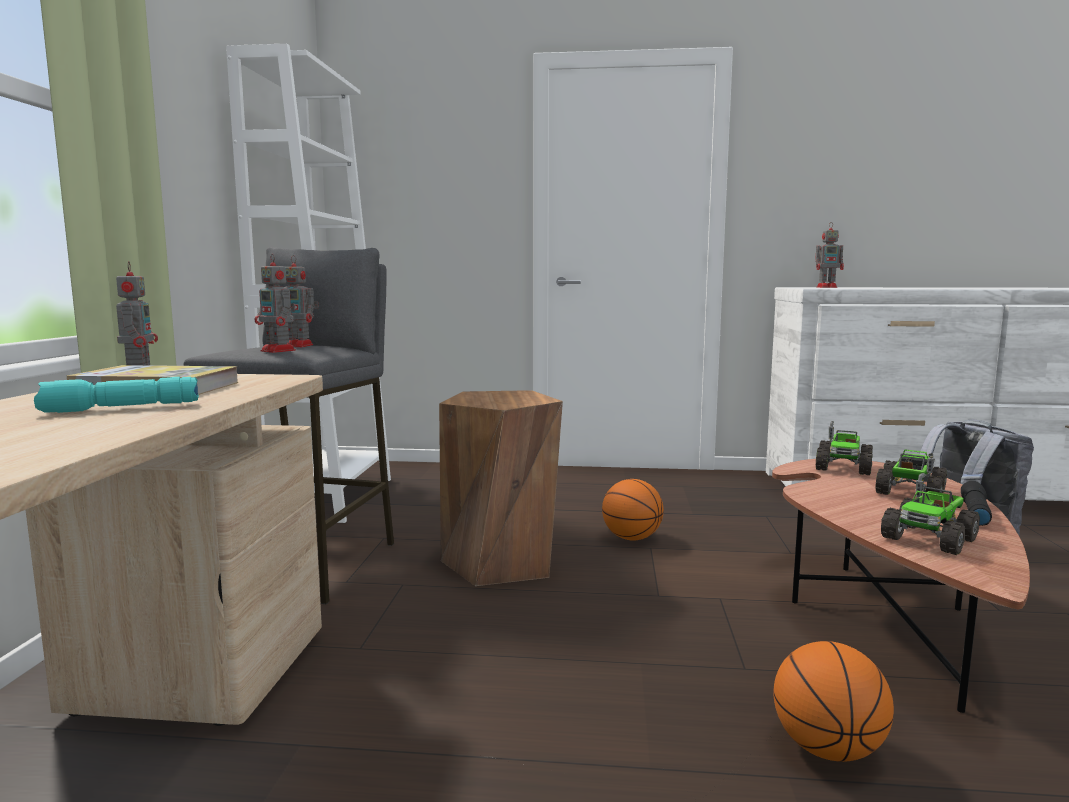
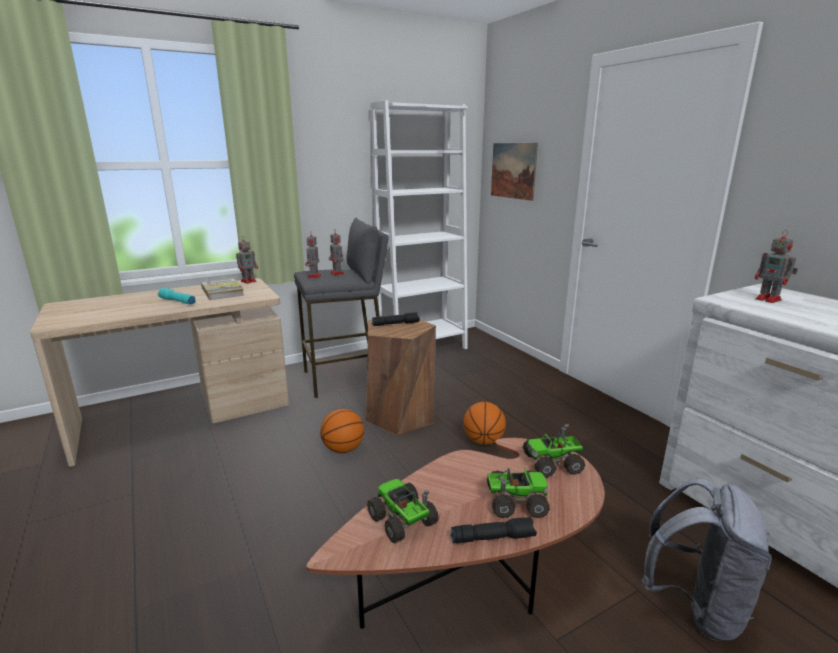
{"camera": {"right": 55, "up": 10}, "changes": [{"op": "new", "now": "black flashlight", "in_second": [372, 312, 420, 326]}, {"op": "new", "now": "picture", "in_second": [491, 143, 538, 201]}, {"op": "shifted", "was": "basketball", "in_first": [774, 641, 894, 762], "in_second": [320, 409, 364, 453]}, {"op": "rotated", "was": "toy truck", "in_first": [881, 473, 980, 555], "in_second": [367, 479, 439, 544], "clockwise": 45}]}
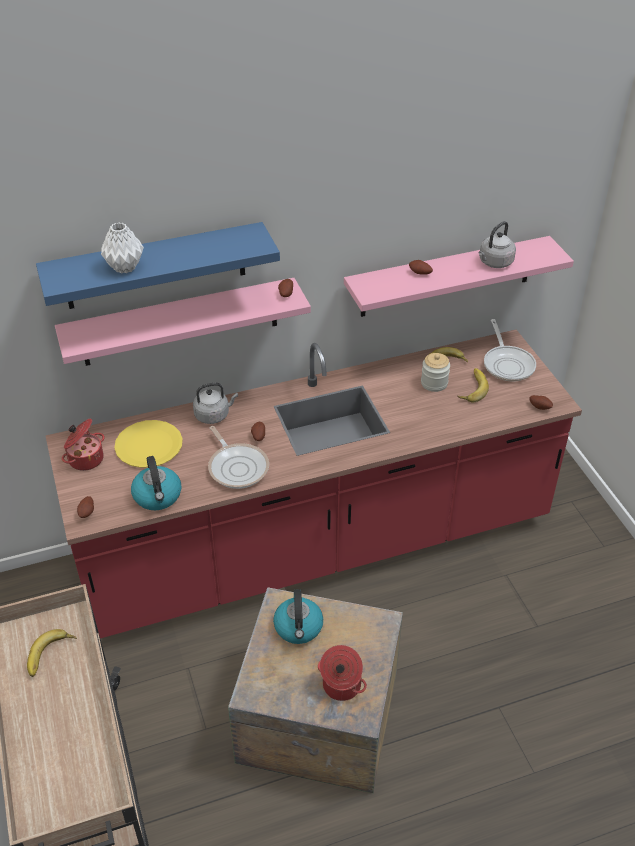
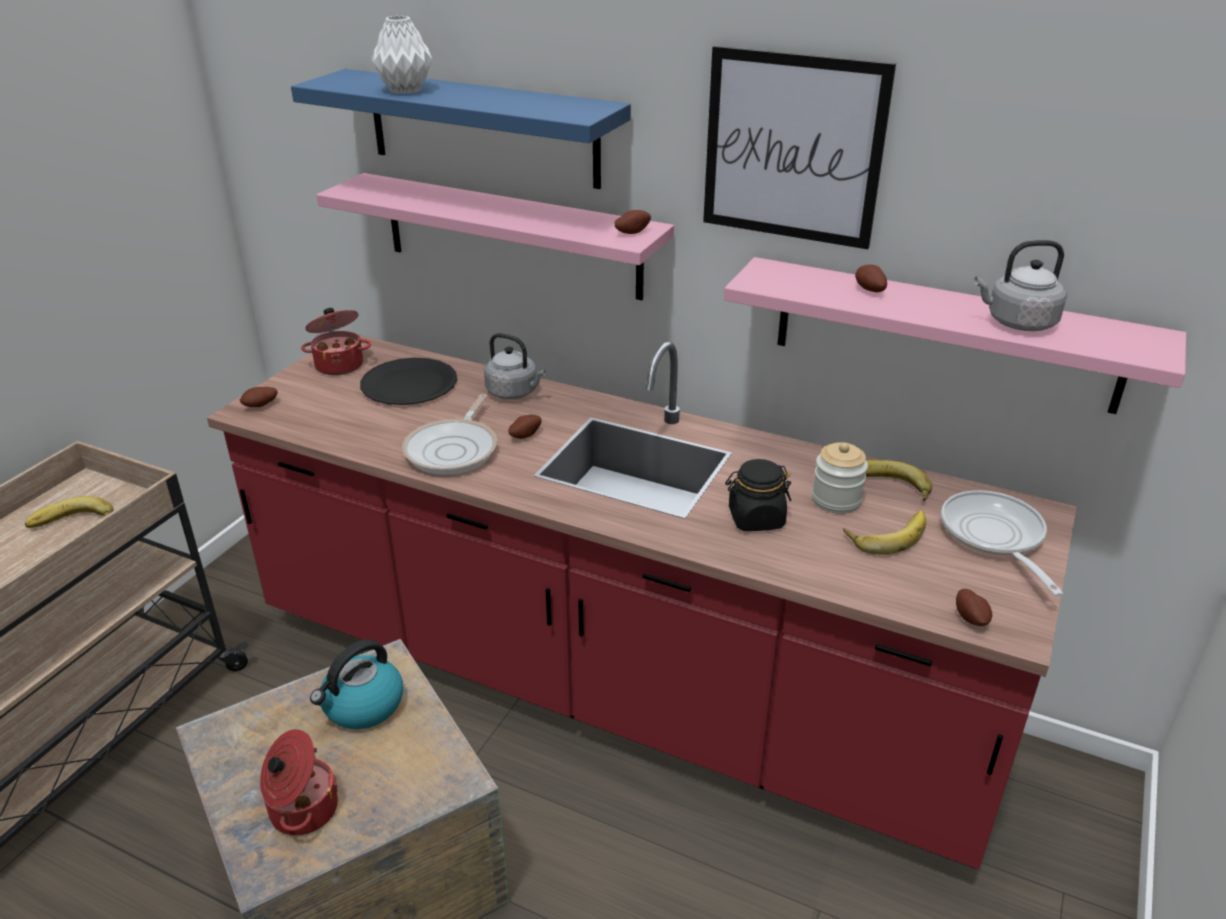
{"camera": {"right": 45, "up": -10}, "changes": [{"op": "gone", "was": "kettle", "in_first": [131, 456, 182, 510]}, {"op": "new", "now": "picture", "in_second": [703, 46, 896, 249]}, {"op": "new", "now": "black jar", "in_second": [725, 459, 791, 531]}, {"op": "repainted", "was": "yellow plate", "now": "black plate", "in_first": [114, 420, 183, 468], "in_second": [360, 358, 457, 405]}, {"op": "rotated", "was": "frying pan", "in_first": [484, 319, 536, 381], "in_second": [941, 490, 1064, 596], "clockwise": 135}]}
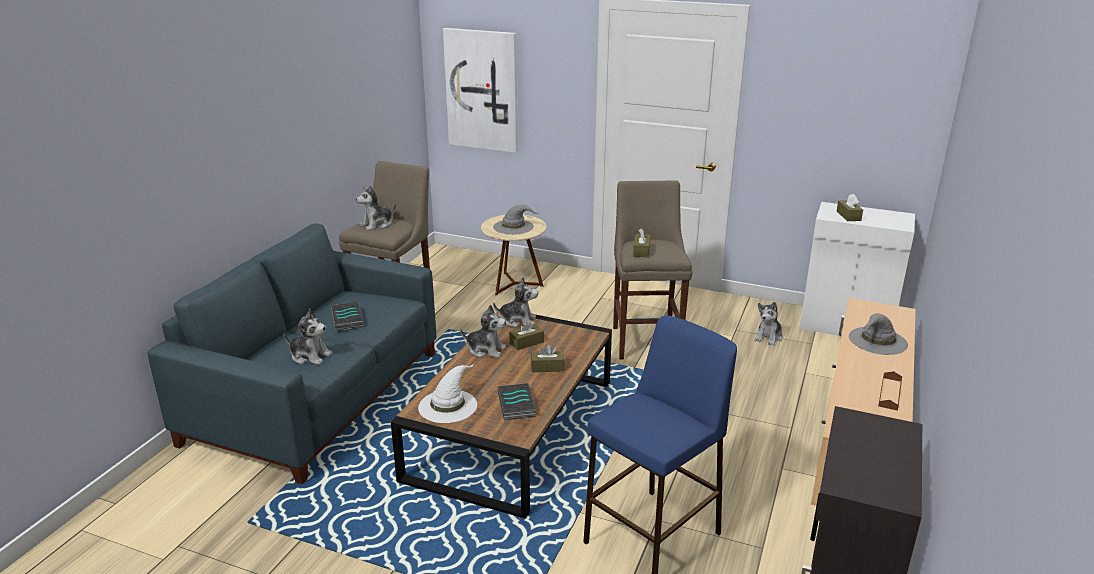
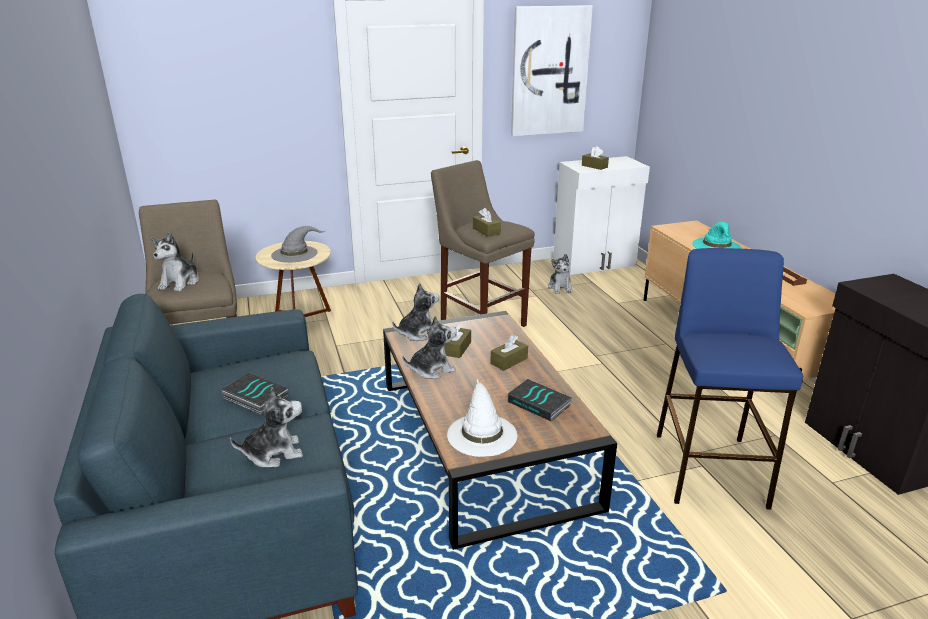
{"camera": {"right": -40, "up": 0}, "changes": [{"op": "shifted", "was": "picture", "in_first": [443, 28, 518, 153], "in_second": [511, 5, 593, 136]}, {"op": "repainted", "was": "grey hat", "now": "turquoise hat", "in_first": [849, 313, 908, 355], "in_second": [692, 222, 742, 249]}]}
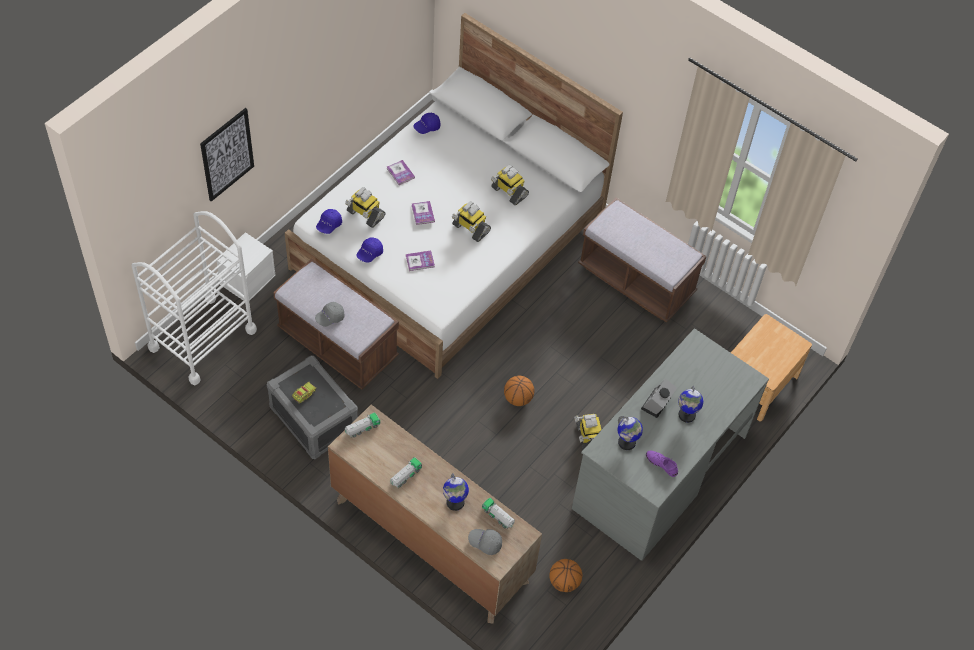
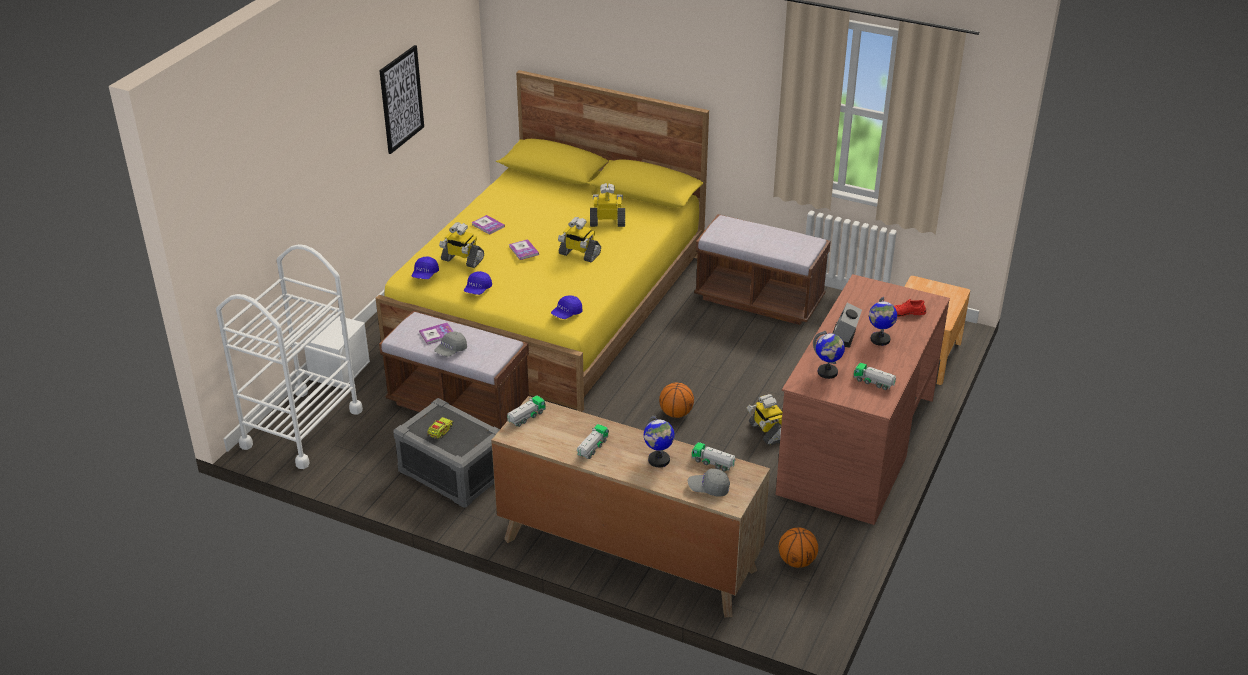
{"camera": {"right": -10, "up": -20}, "changes": [{"op": "new", "now": "red shoe", "in_second": [894, 299, 926, 317]}, {"op": "shifted", "was": "picture", "in_first": [200, 108, 254, 202], "in_second": [379, 45, 424, 154]}, {"op": "shifted", "was": "book", "in_first": [406, 251, 435, 271], "in_second": [419, 323, 454, 345]}, {"op": "shifted", "was": "blue cap", "in_first": [413, 113, 440, 134], "in_second": [551, 295, 582, 319]}, {"op": "swapped", "was": "purple shoe", "now": "toy truck", "in_first": [646, 451, 678, 477], "in_second": [854, 363, 896, 390]}, {"op": "repainted", "was": "white bed", "now": "yellow bed", "in_first": [285, 13, 623, 379], "in_second": [376, 70, 709, 412]}, {"op": "repainted", "was": "grey desk", "now": "brown desk", "in_first": [572, 328, 769, 561], "in_second": [776, 274, 950, 525]}, {"op": "rotated", "was": "toy robot", "in_first": [491, 165, 529, 205], "in_second": [590, 183, 625, 227], "clockwise": 150}]}
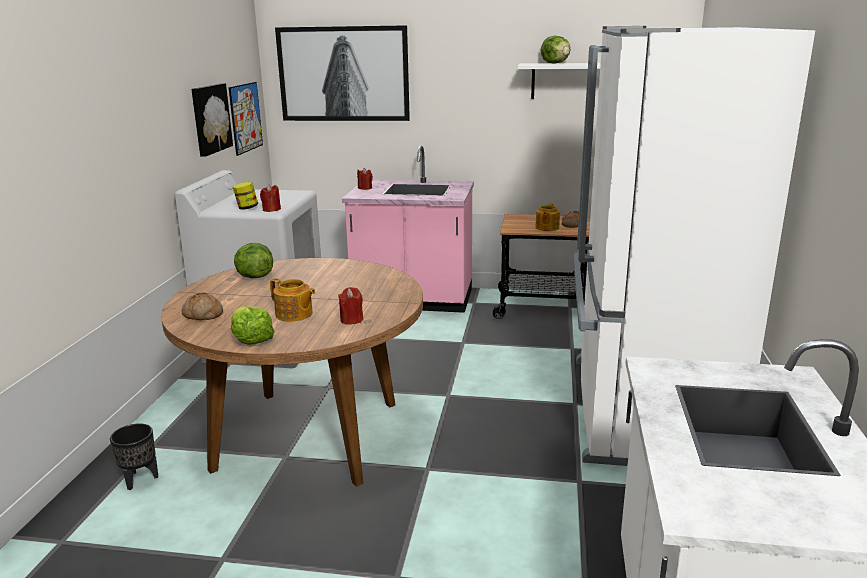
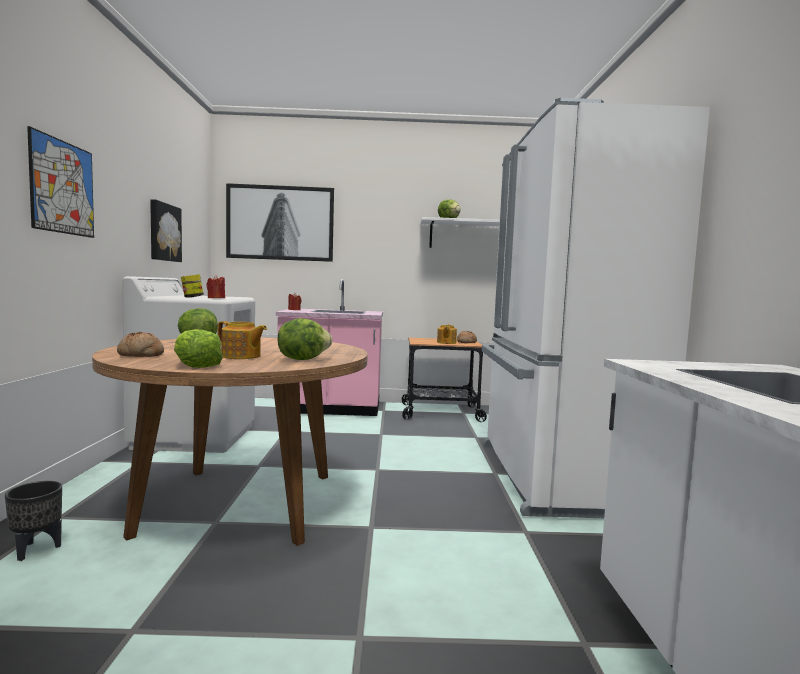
{"camera": {"right": -10, "up": -15}, "changes": [{"op": "shifted", "was": "picture", "in_first": [228, 82, 263, 156], "in_second": [27, 126, 94, 238]}, {"op": "swapped", "was": "red candle", "now": "lettuce", "in_first": [338, 287, 363, 325], "in_second": [277, 318, 332, 360]}]}
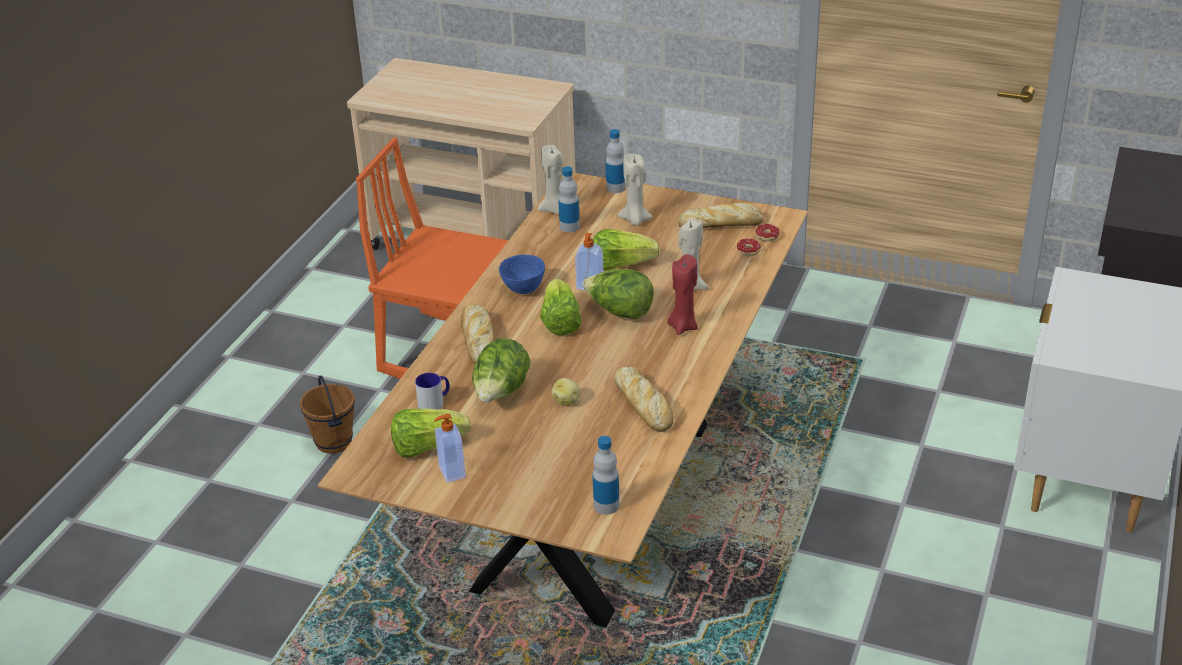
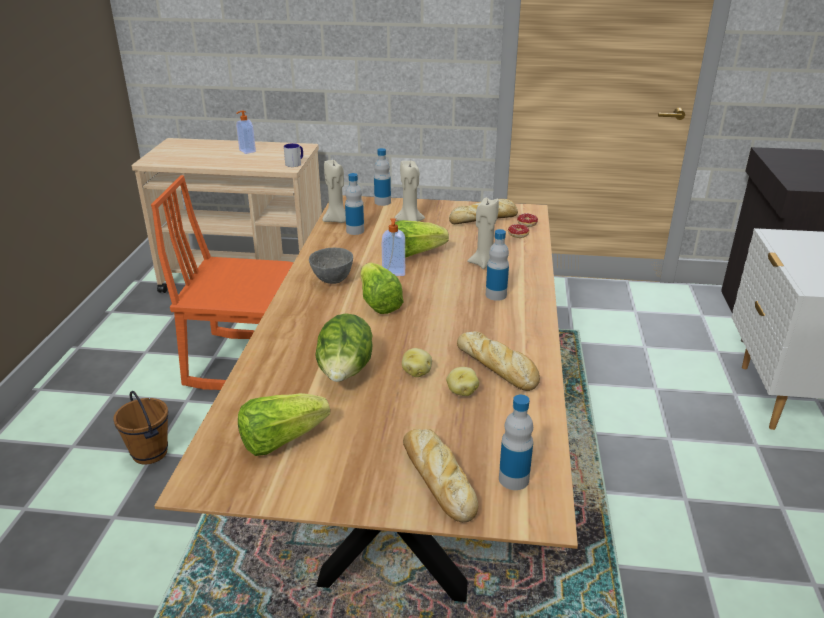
{"camera": {"right": -15, "up": -5}, "changes": [{"op": "gone", "was": "lettuce", "in_first": [583, 269, 653, 319]}, {"op": "new", "now": "potato", "in_second": [446, 367, 479, 396]}, {"op": "shifted", "was": "mug", "in_first": [415, 373, 449, 409], "in_second": [284, 143, 303, 167]}, {"op": "shifted", "was": "soap dispenser", "in_first": [434, 414, 466, 483], "in_second": [236, 111, 256, 154]}, {"op": "shifted", "was": "bread", "in_first": [461, 304, 494, 364], "in_second": [403, 429, 478, 522]}, {"op": "swapped", "was": "red candle", "now": "bottle", "in_first": [667, 254, 698, 335], "in_second": [486, 229, 509, 301]}, {"op": "repainted", "was": "blue bowl", "now": "grey bowl", "in_first": [499, 254, 545, 294], "in_second": [309, 248, 353, 284]}]}
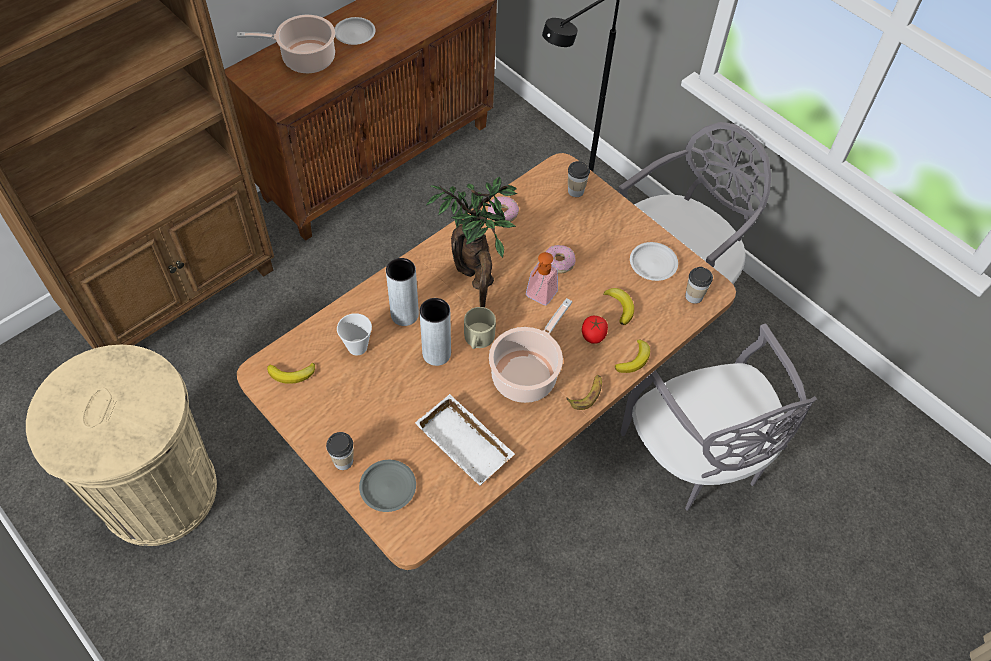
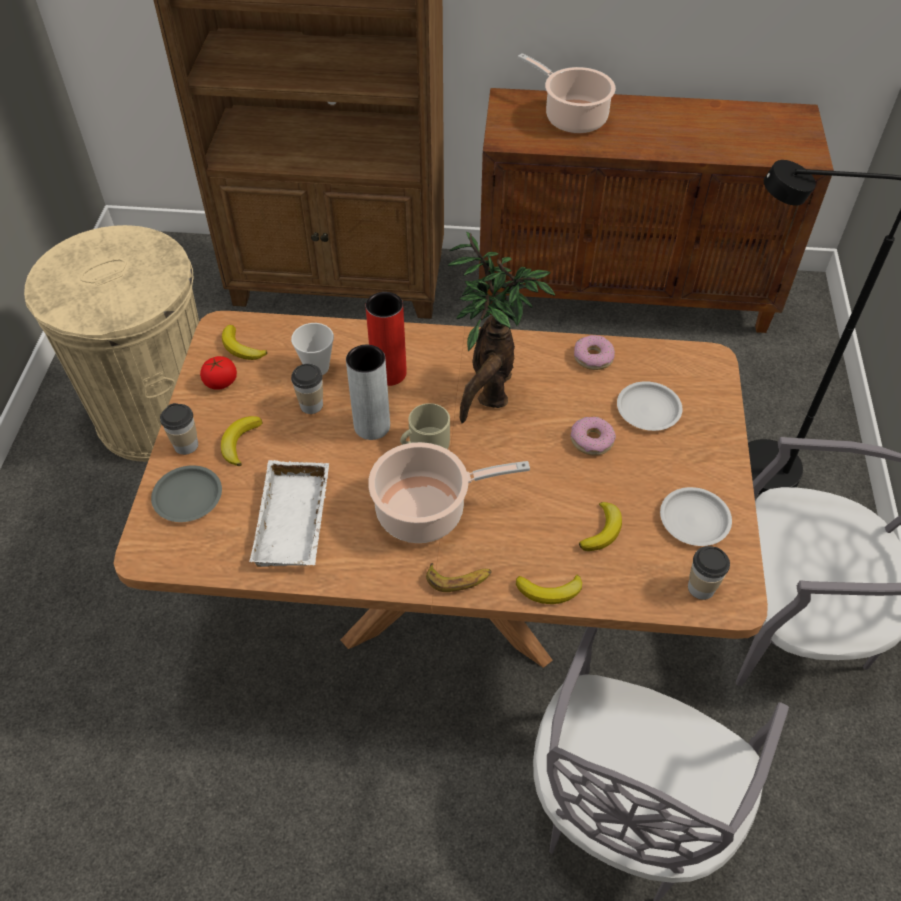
{"camera": {"right": 50, "up": -5}, "changes": [{"op": "gone", "was": "soap dispenser", "in_first": [526, 252, 558, 305]}, {"op": "new", "now": "banana", "in_second": [221, 416, 262, 466]}, {"op": "shifted", "was": "white plate", "in_first": [334, 17, 376, 45], "in_second": [617, 381, 683, 431]}, {"op": "shifted", "was": "cup", "in_first": [568, 161, 590, 197], "in_second": [291, 364, 323, 414]}, {"op": "shifted", "was": "tomato", "in_first": [582, 316, 608, 344], "in_second": [200, 356, 237, 390]}, {"op": "repainted", "was": "grey vase", "now": "red vase", "in_first": [386, 258, 419, 326], "in_second": [366, 292, 407, 386]}]}
